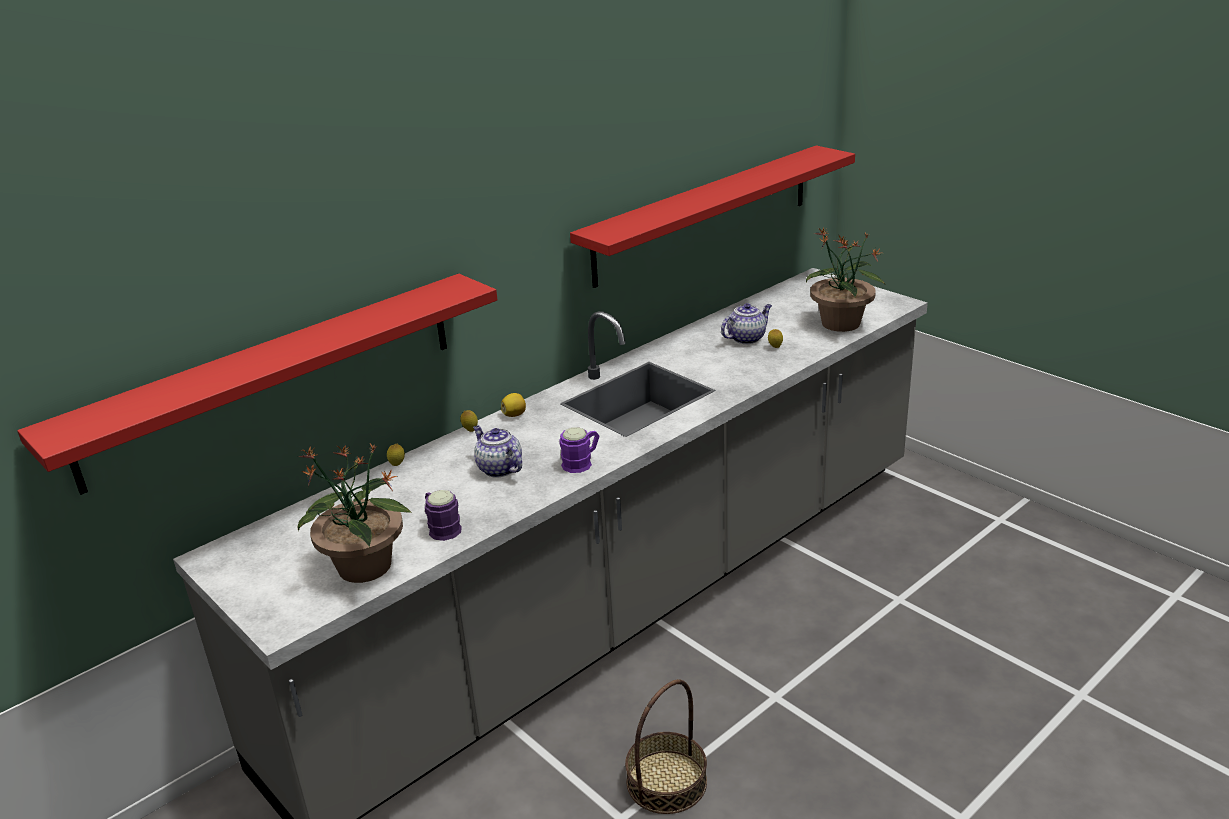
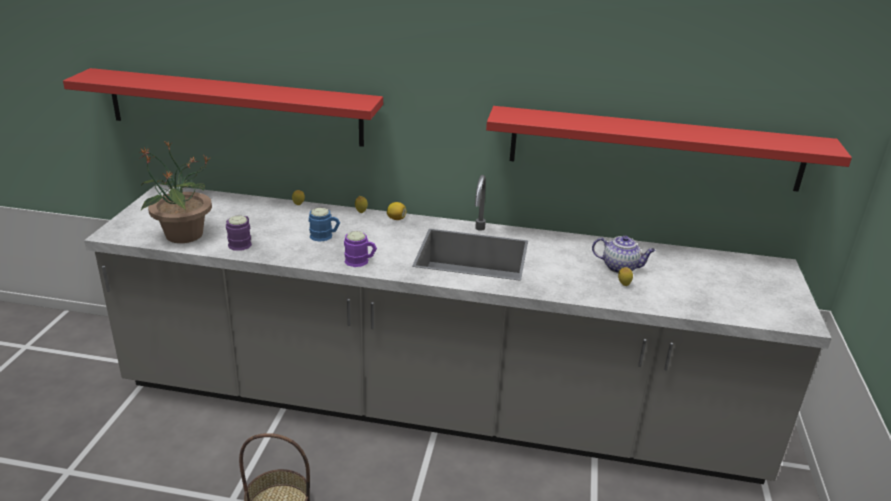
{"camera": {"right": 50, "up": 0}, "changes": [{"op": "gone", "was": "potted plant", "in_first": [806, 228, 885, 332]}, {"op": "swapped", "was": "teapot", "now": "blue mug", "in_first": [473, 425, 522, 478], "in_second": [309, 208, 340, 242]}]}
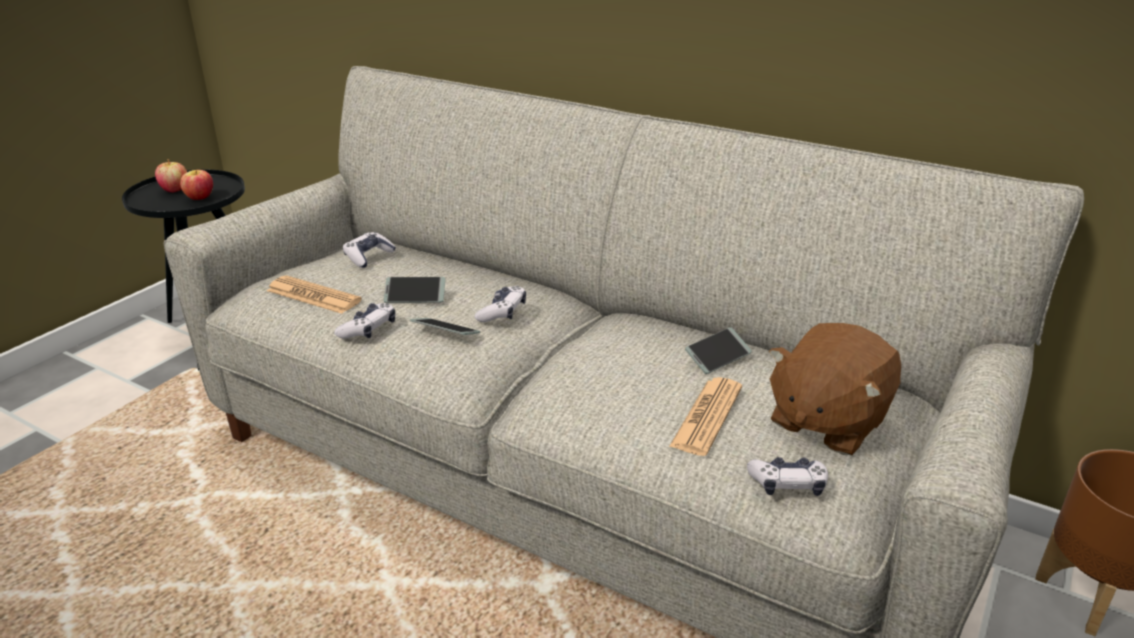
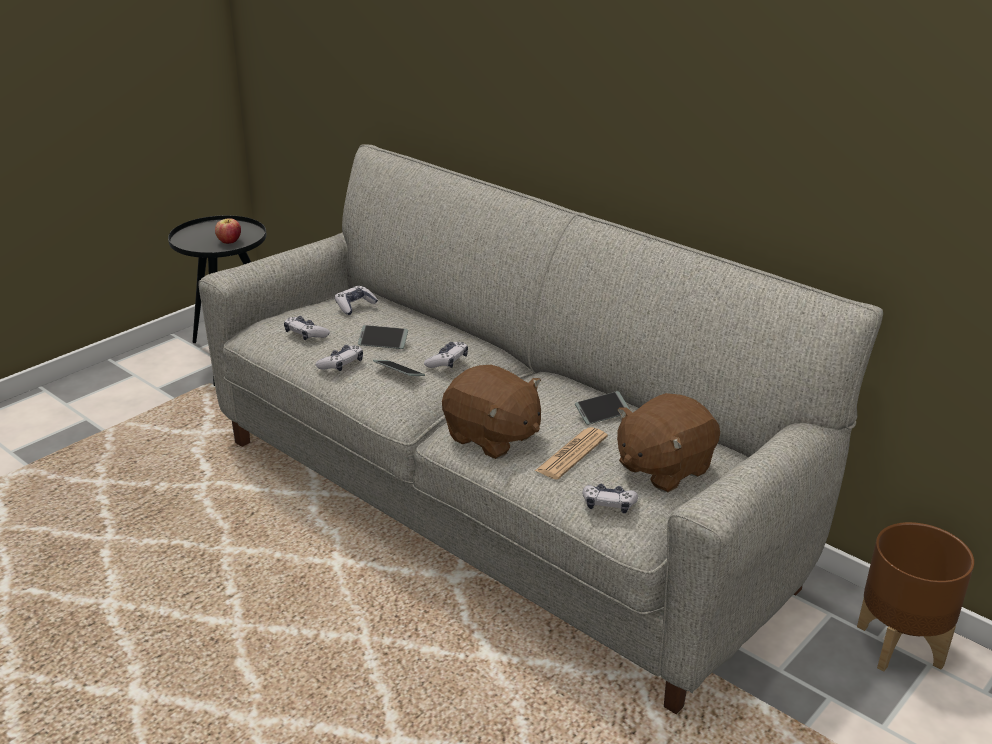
{"camera": {"right": 10, "up": 0}, "changes": [{"op": "gone", "was": "apple", "in_first": [155, 159, 187, 193]}, {"op": "new", "now": "brown plush toy", "in_second": [442, 365, 541, 459]}, {"op": "swapped", "was": "newspaper", "now": "game controller", "in_first": [267, 275, 362, 314], "in_second": [284, 316, 330, 340]}]}
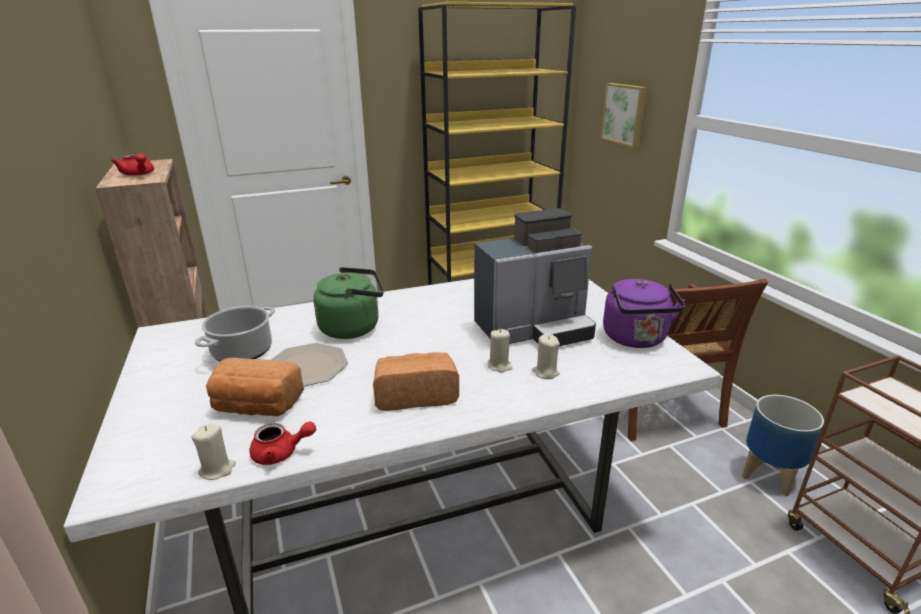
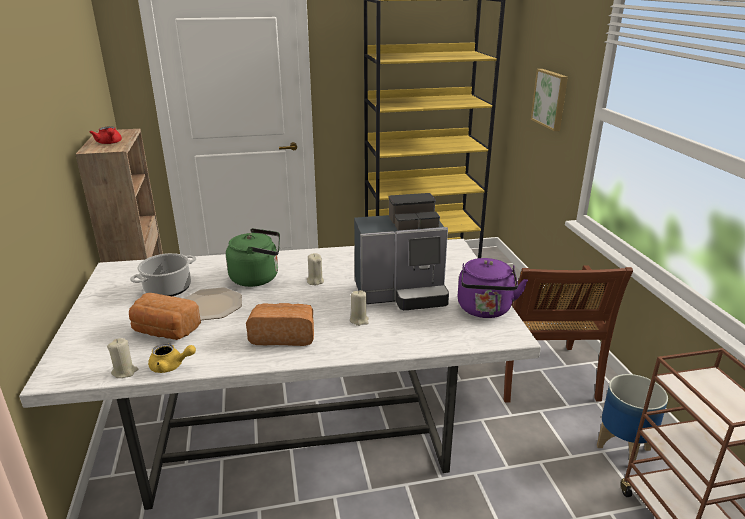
{"camera": {"right": 10, "up": 0}, "changes": [{"op": "shifted", "was": "beige candle", "in_first": [532, 333, 560, 379], "in_second": [307, 253, 324, 285]}, {"op": "repainted", "was": "red teapot", "now": "yellow teapot", "in_first": [250, 421, 316, 465], "in_second": [148, 343, 196, 373]}]}
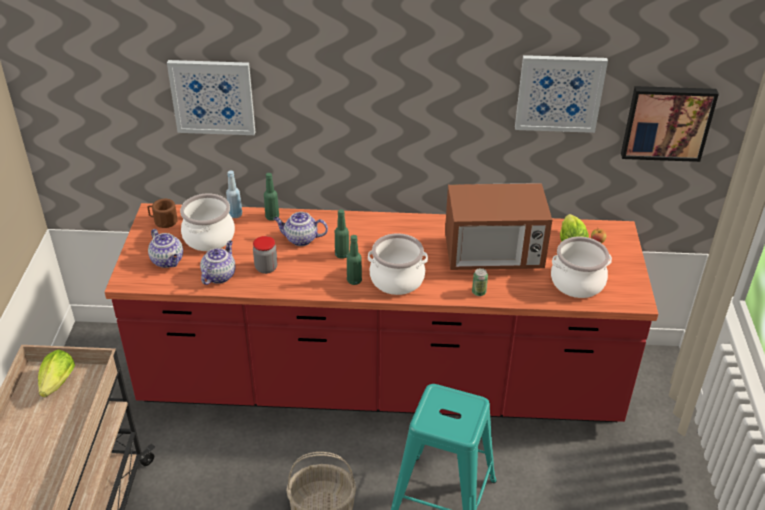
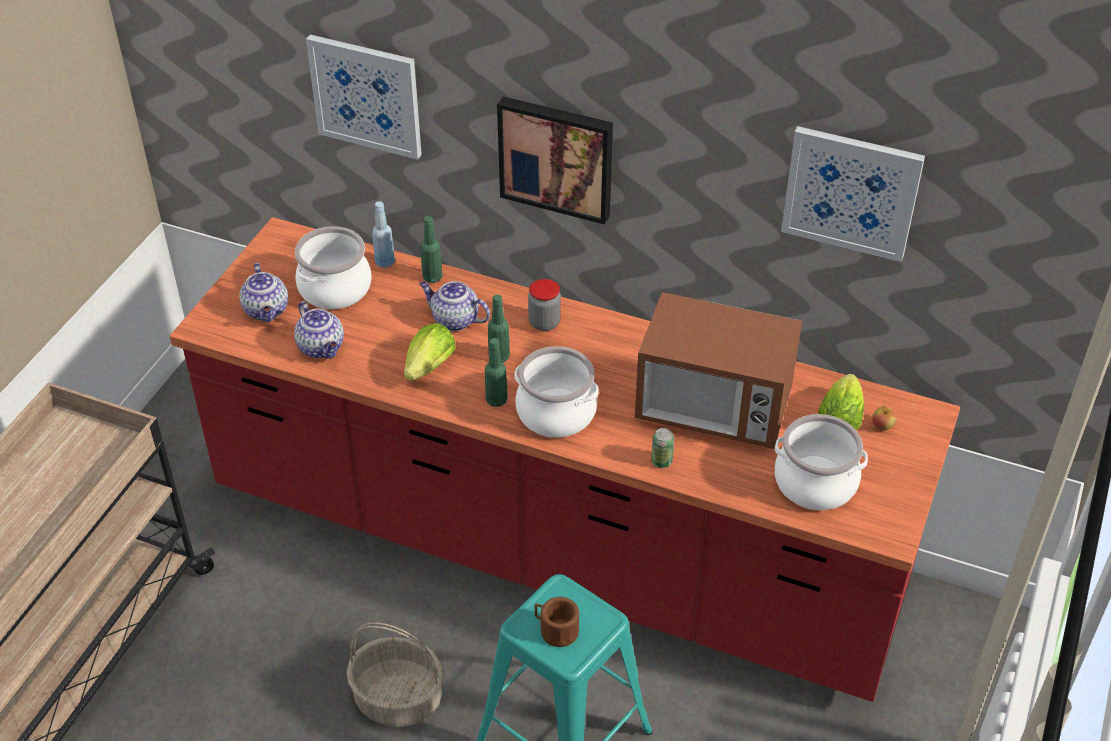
{"camera": {"right": 20, "up": 5}, "changes": [{"op": "shifted", "was": "lettuce", "in_first": [38, 350, 75, 397], "in_second": [404, 323, 455, 381]}, {"op": "shifted", "was": "brown mug", "in_first": [148, 199, 178, 228], "in_second": [535, 597, 579, 647]}, {"op": "shifted", "was": "jar", "in_first": [253, 236, 278, 274], "in_second": [528, 279, 561, 331]}, {"op": "shifted", "was": "picture", "in_first": [621, 86, 719, 162], "in_second": [497, 97, 613, 225]}, {"op": "rotated", "was": "teapot", "in_first": [200, 241, 236, 285], "in_second": [294, 301, 344, 359], "clockwise": 105}]}
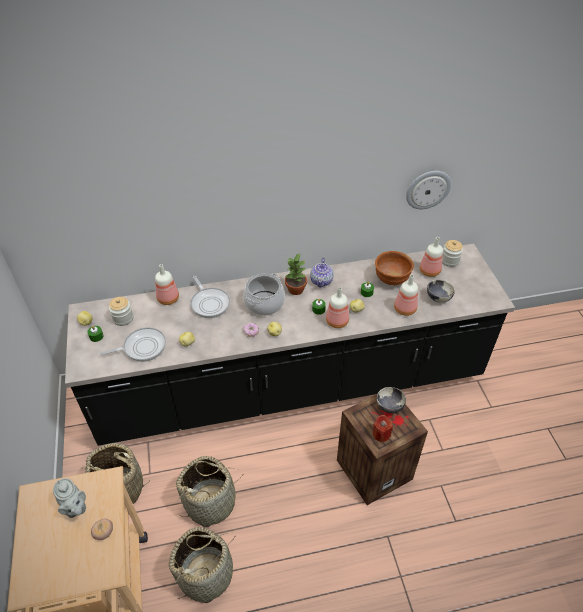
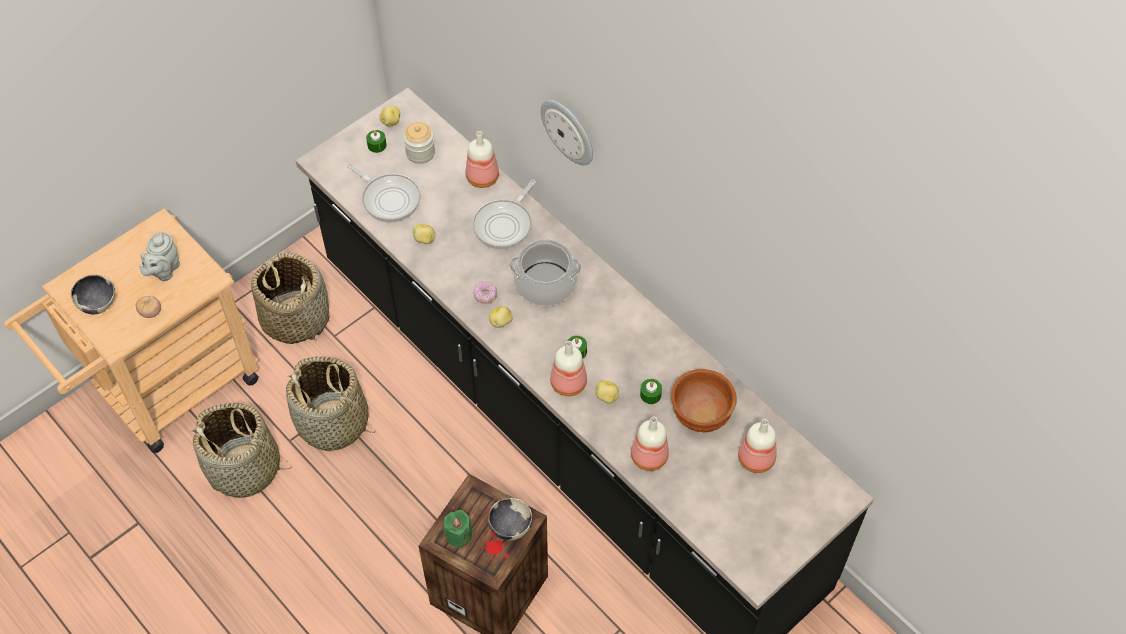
{"camera": {"right": 60, "up": 10}, "changes": [{"op": "gone", "was": "potted plant", "in_first": [284, 253, 307, 295]}, {"op": "gone", "was": "teapot", "in_first": [310, 258, 333, 288]}, {"op": "gone", "was": "jar", "in_first": [442, 240, 463, 267]}, {"op": "shifted", "was": "wall clock", "in_first": [406, 171, 451, 209], "in_second": [541, 100, 593, 166]}, {"op": "shifted", "was": "bowl", "in_first": [427, 280, 455, 303], "in_second": [71, 275, 115, 314]}, {"op": "repainted", "was": "red candle", "now": "green candle", "in_first": [373, 415, 393, 442], "in_second": [443, 510, 472, 548]}]}
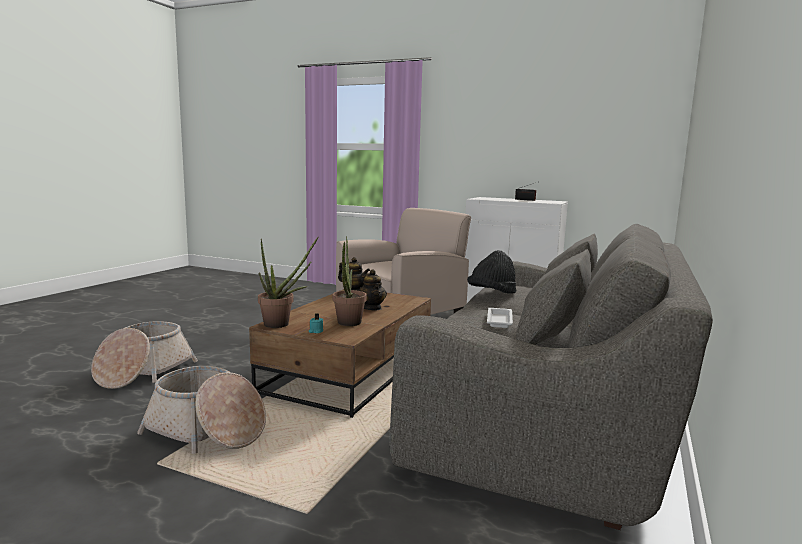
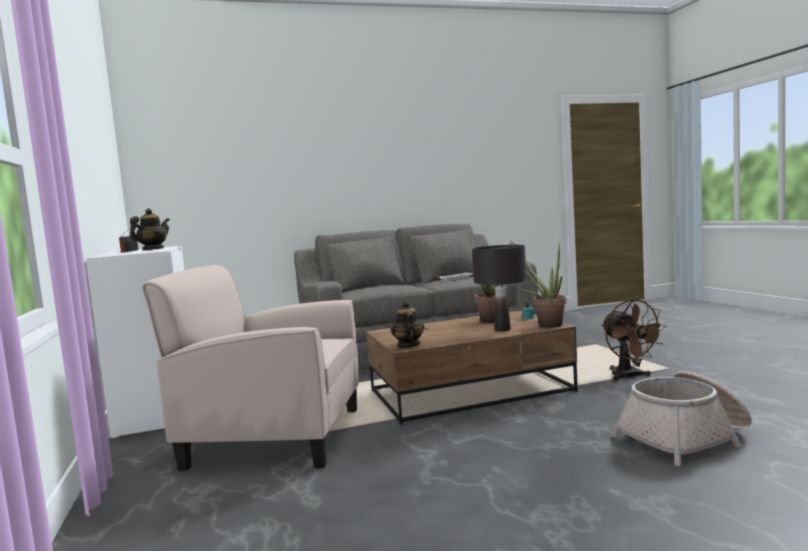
{"camera": {"right": -130, "up": -5}, "changes": [{"op": "gone", "was": "black hat", "in_first": [467, 250, 516, 294]}, {"op": "new", "now": "black table lamp", "in_second": [472, 245, 527, 331]}, {"op": "shifted", "was": "teapot", "in_first": [359, 269, 387, 310], "in_second": [130, 208, 170, 250]}, {"op": "swapped", "was": "basket", "now": "brown fan", "in_first": [137, 366, 266, 454], "in_second": [602, 299, 667, 382]}]}
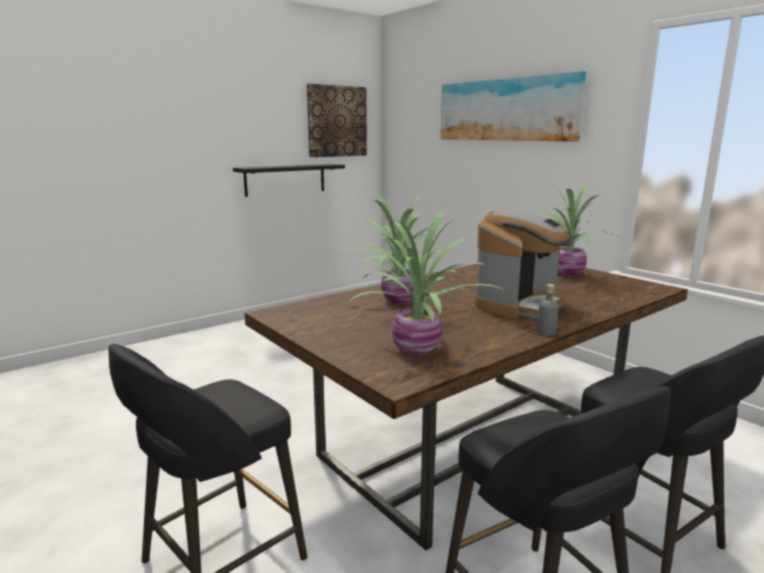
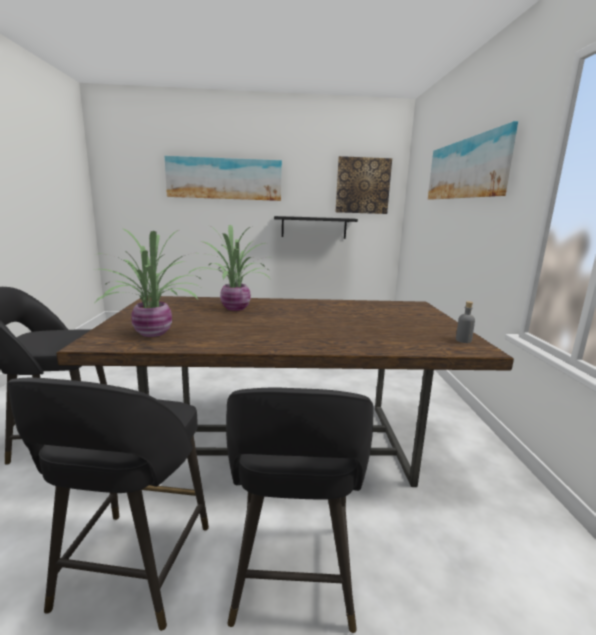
{"camera": {"right": 35, "up": 0}, "changes": [{"op": "gone", "was": "coffee machine", "in_first": [475, 210, 574, 319]}, {"op": "gone", "was": "potted plant", "in_first": [530, 185, 622, 276]}, {"op": "new", "now": "picture", "in_second": [165, 156, 282, 201]}, {"op": "shifted", "was": "grey bottle", "in_first": [537, 284, 558, 335], "in_second": [456, 301, 475, 343]}]}
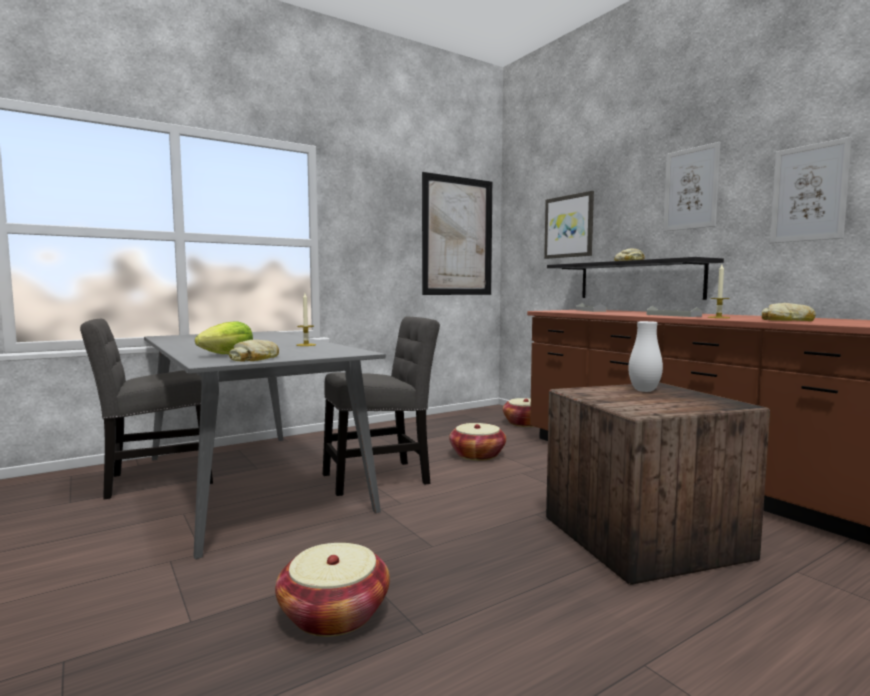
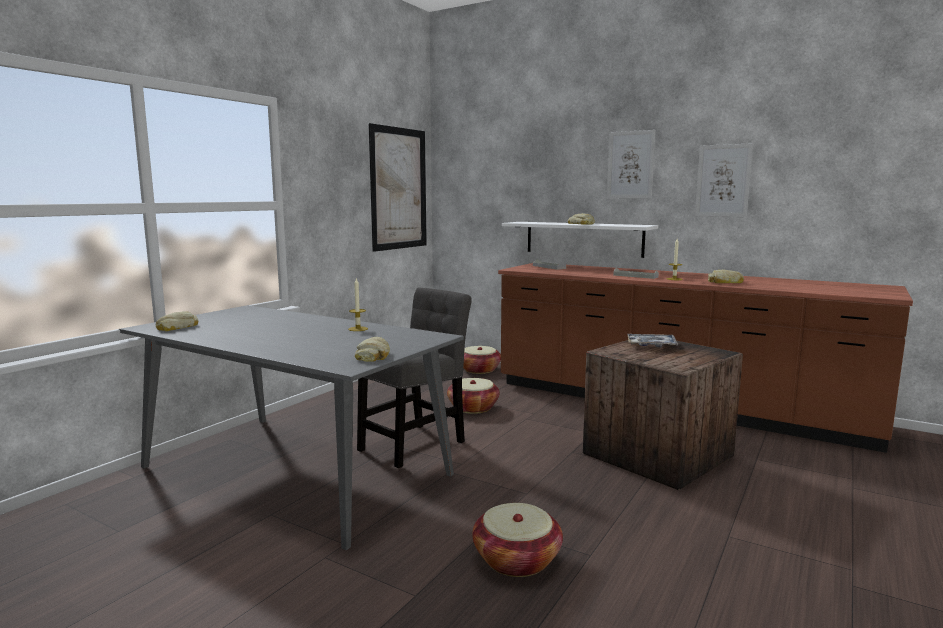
{"camera": {"right": -25, "up": 5}, "changes": [{"op": "gone", "was": "grey chair", "in_first": [80, 319, 213, 499]}, {"op": "gone", "was": "lettuce", "in_first": [195, 322, 253, 354]}, {"op": "gone", "was": "picture", "in_first": [544, 191, 594, 259]}, {"op": "new", "now": "bread", "in_second": [156, 311, 198, 331]}, {"op": "swapped", "was": "white vase", "now": "tray", "in_first": [628, 321, 663, 392], "in_second": [628, 334, 678, 348]}, {"op": "repainted", "was": "black shelf", "now": "white shelf", "in_first": [547, 257, 724, 300], "in_second": [502, 222, 658, 258]}]}
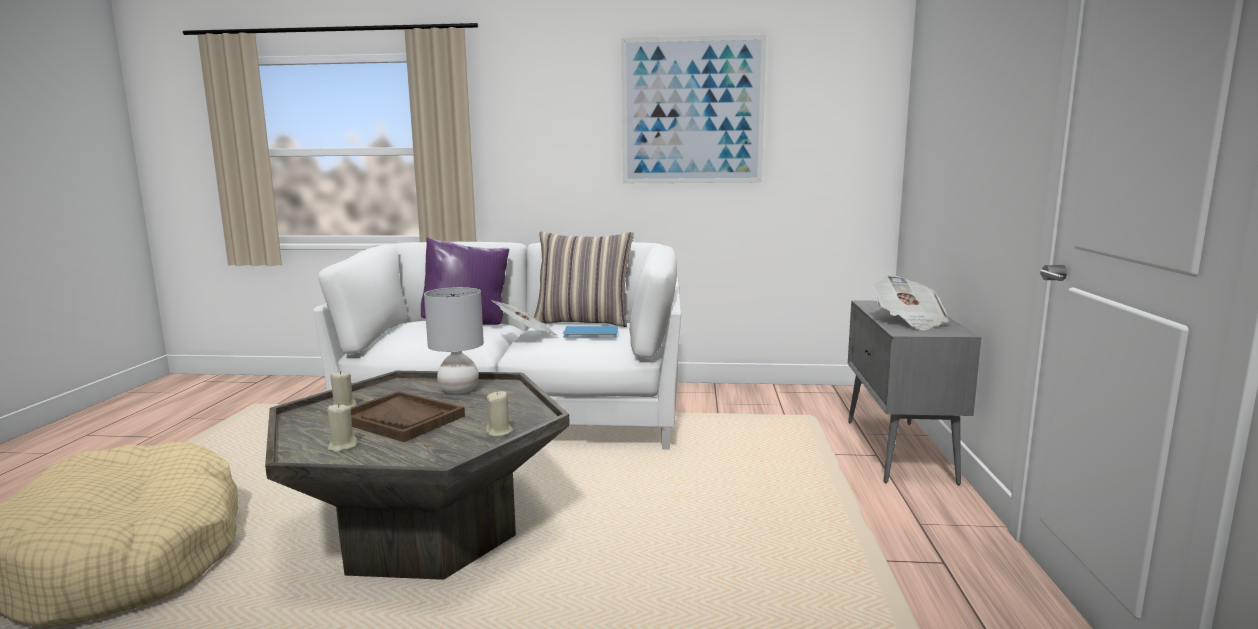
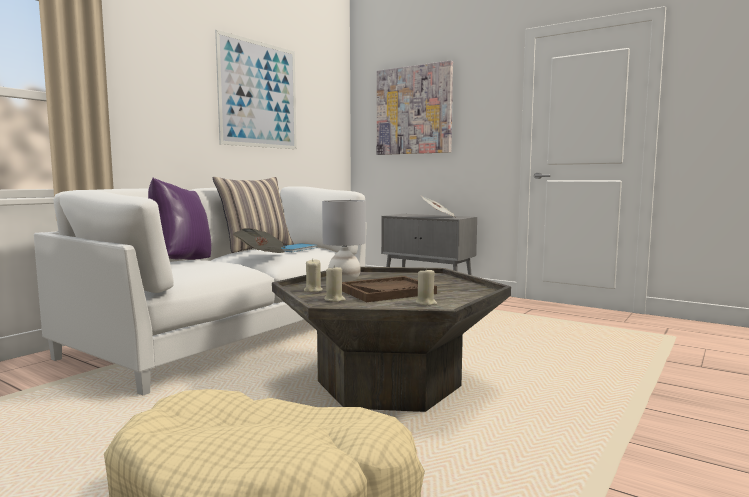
{"camera": {"right": -60, "up": -5}, "changes": [{"op": "new", "now": "picture", "in_second": [377, 60, 453, 155]}, {"op": "shifted", "was": "beige candle", "in_first": [486, 391, 513, 436], "in_second": [304, 259, 323, 292]}]}
